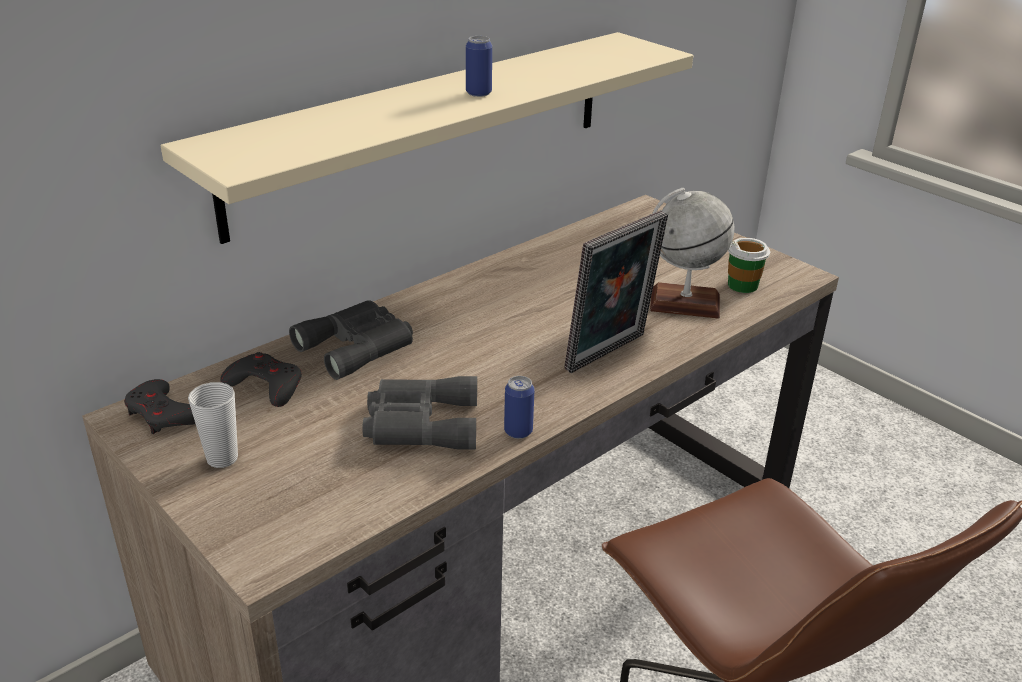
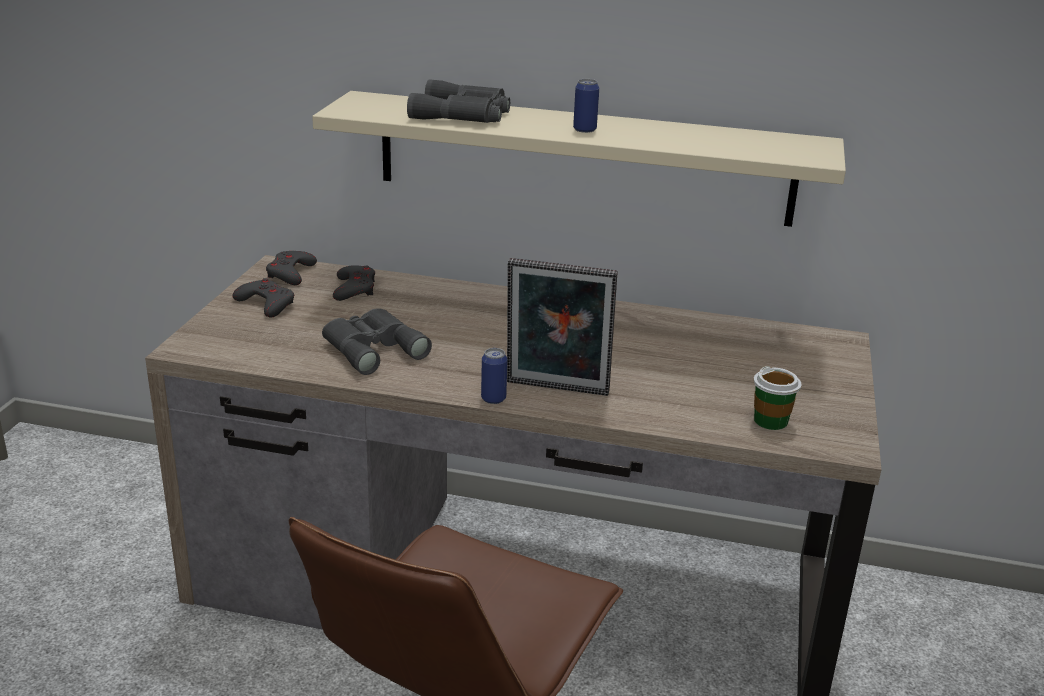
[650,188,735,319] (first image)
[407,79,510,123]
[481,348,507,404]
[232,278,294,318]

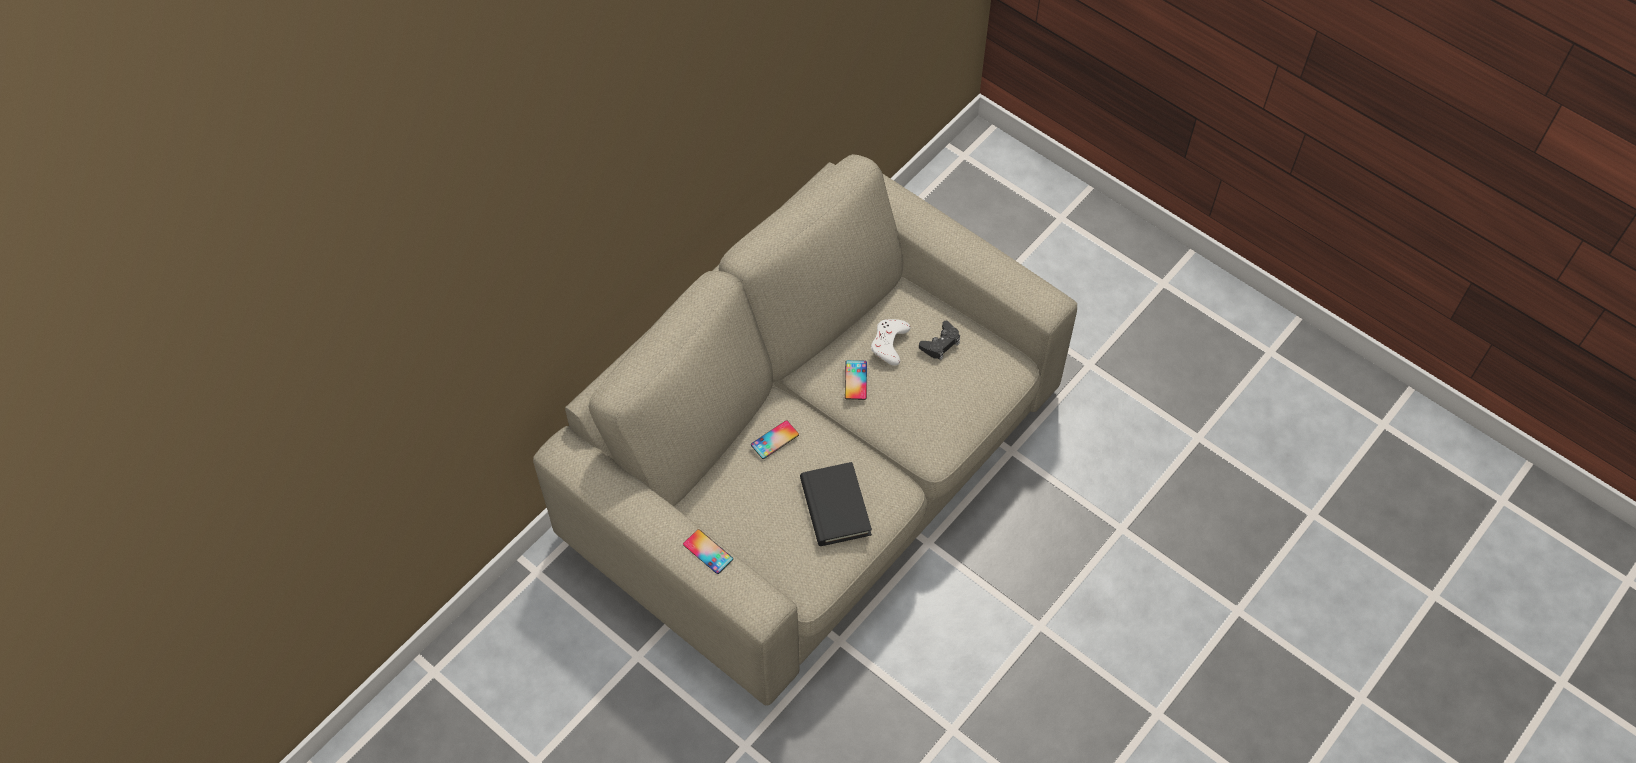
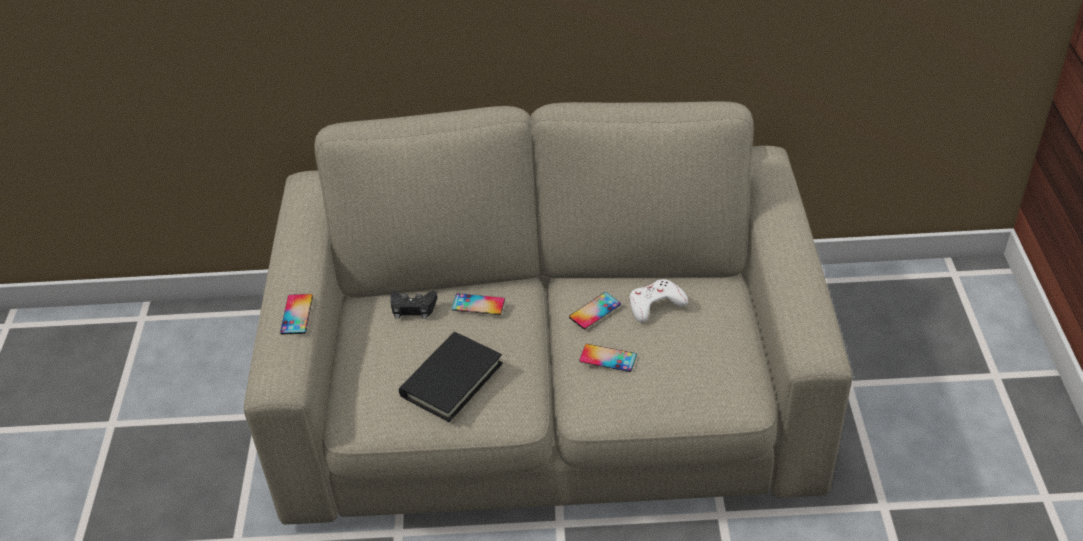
[580,344,637,372]
[390,291,437,319]

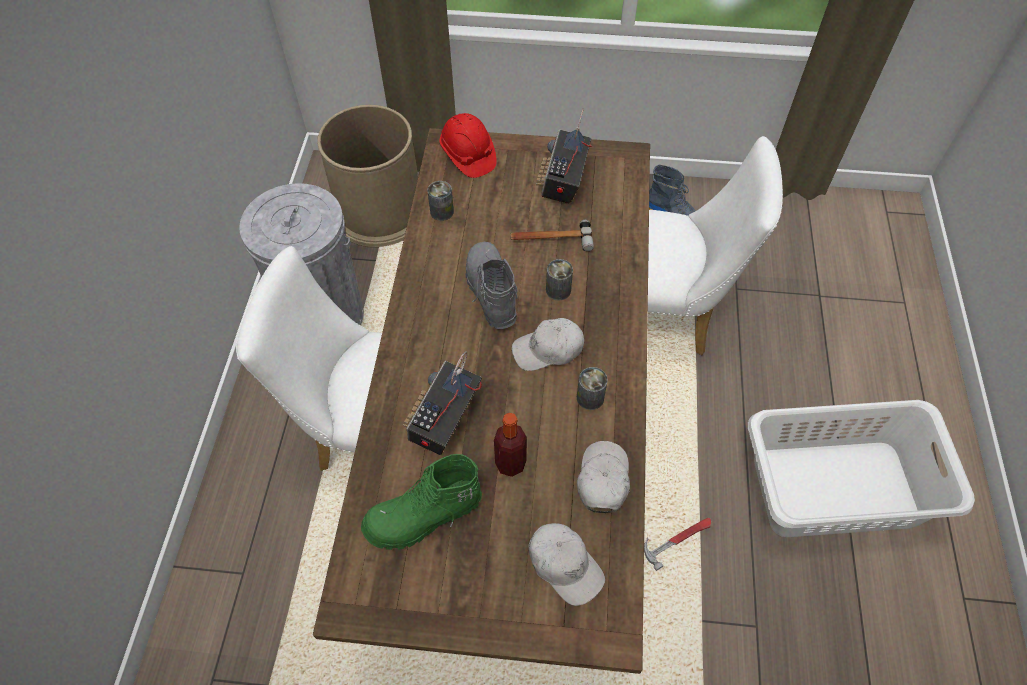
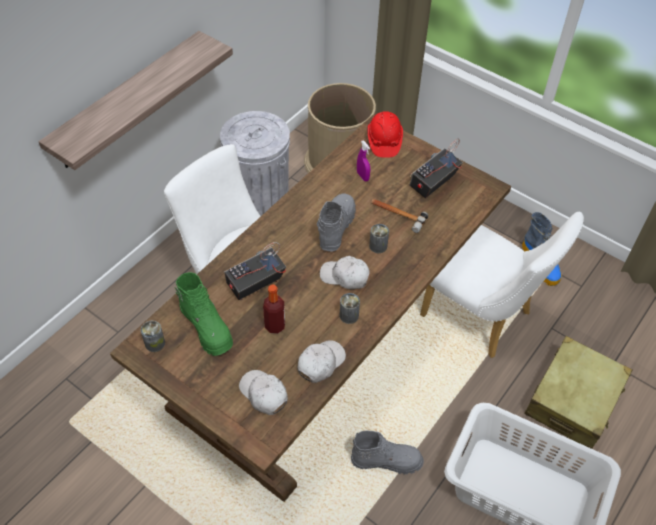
[38,31,233,170]
[357,140,370,181]
[525,336,632,449]
[141,321,165,352]
[351,430,424,474]
[175,272,233,356]
[239,370,288,415]

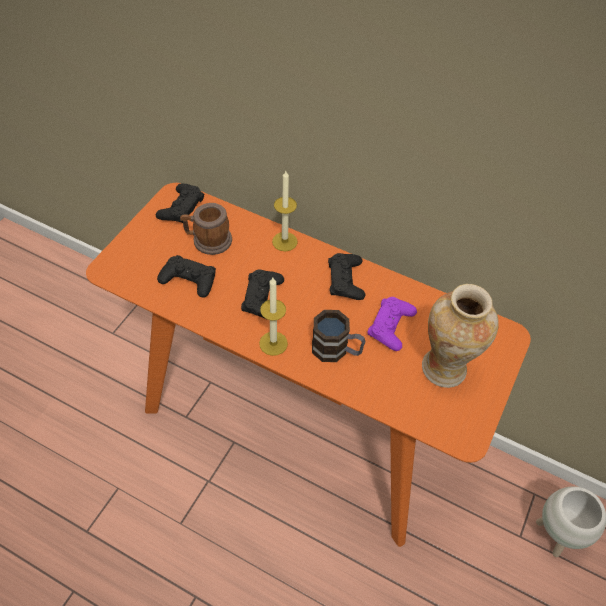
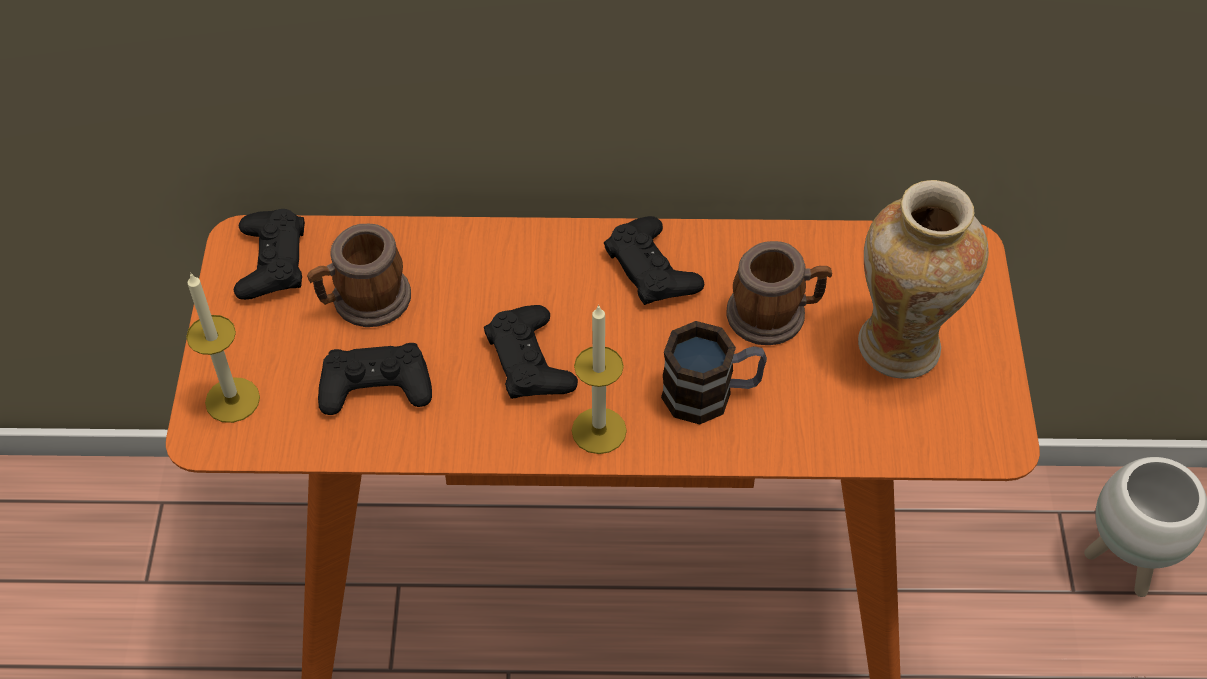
[186,272,260,423]
[726,241,832,345]

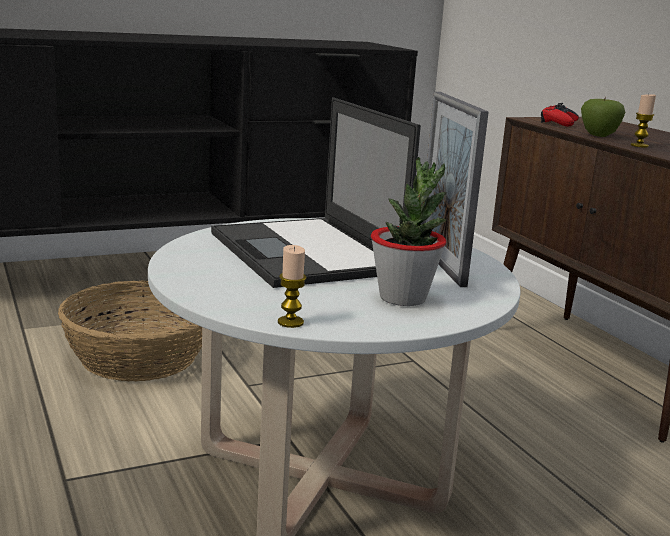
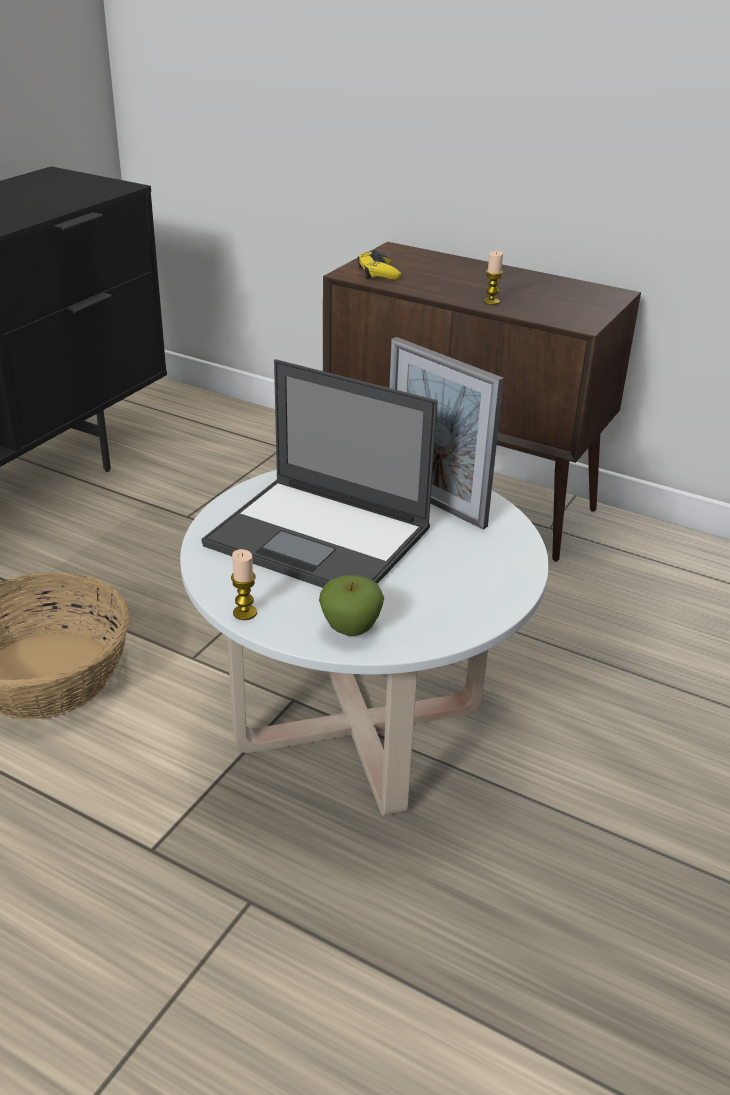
[371,157,447,306] (first image)
[231,549,257,620]
[319,575,384,636]
[358,250,401,280]

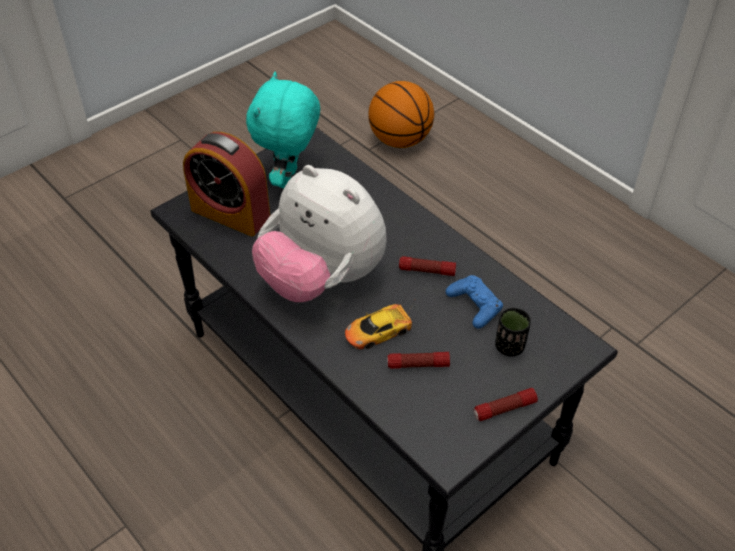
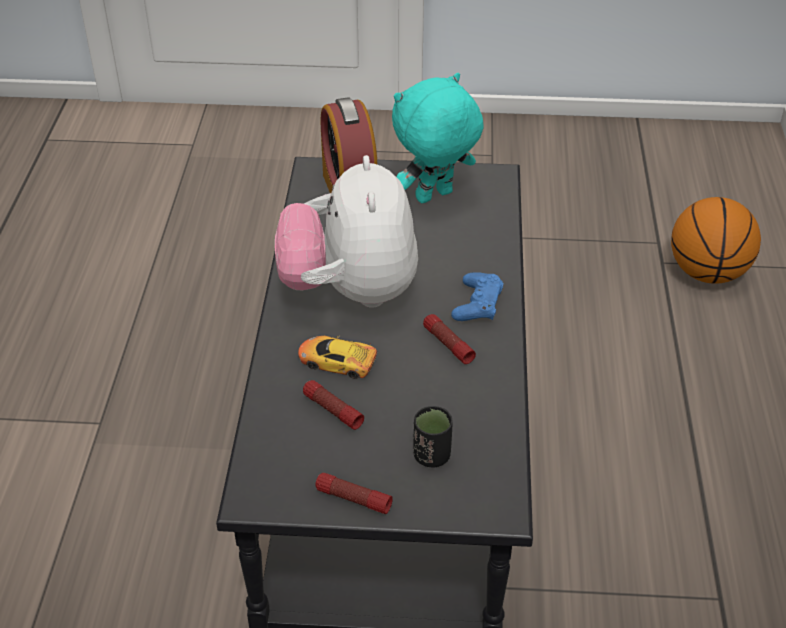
[451,272,503,321]

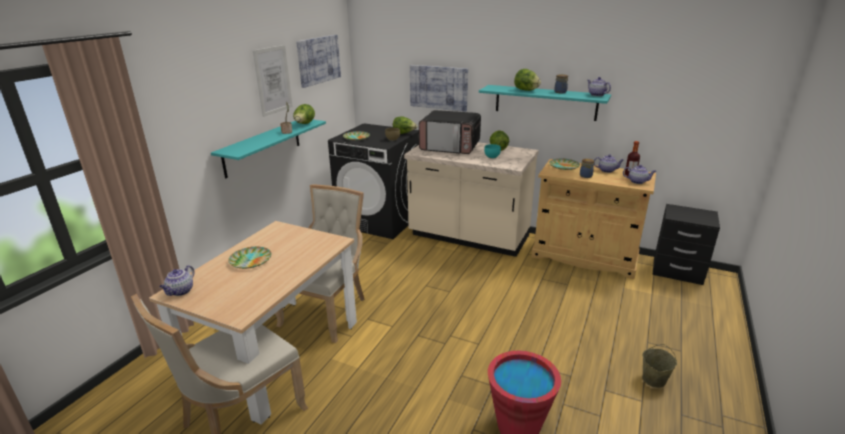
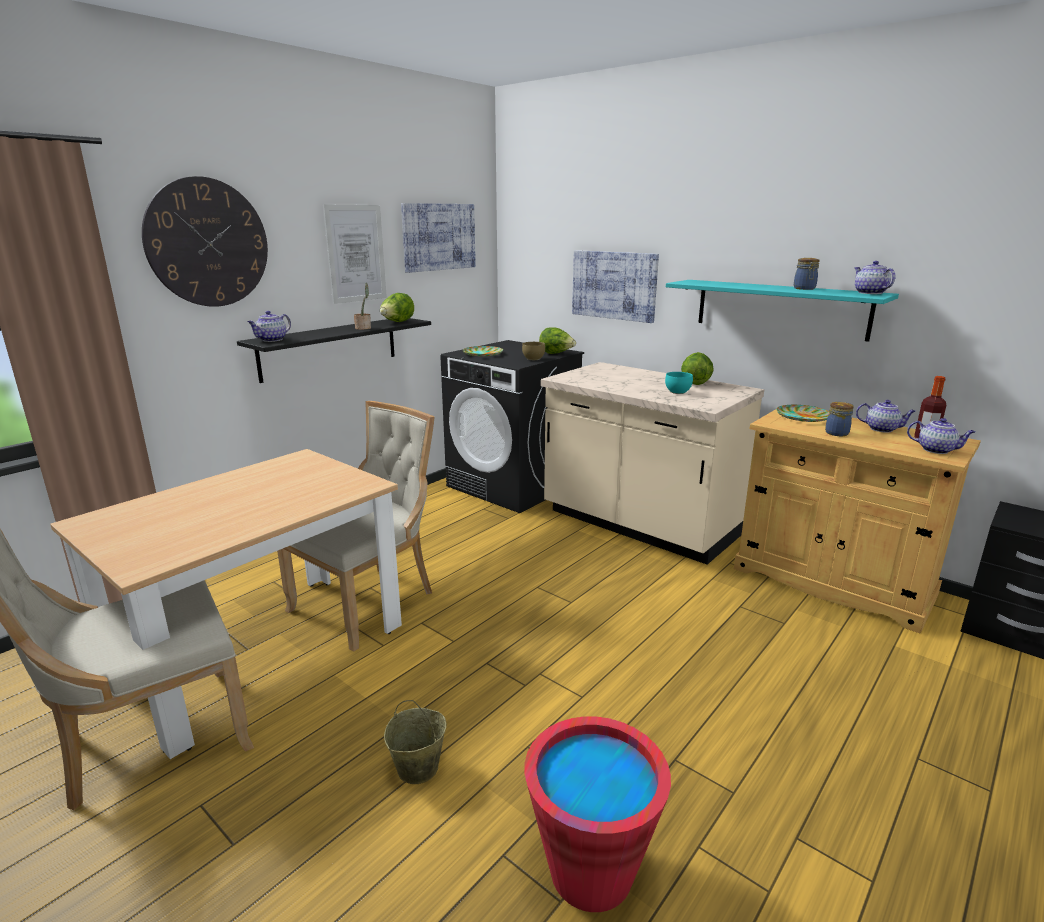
[228,247,271,269] (first image)
[419,110,481,154] (first image)
[514,69,541,91] (first image)
[142,176,268,307]
[248,311,291,342]
[384,700,447,784]
[237,318,431,383]

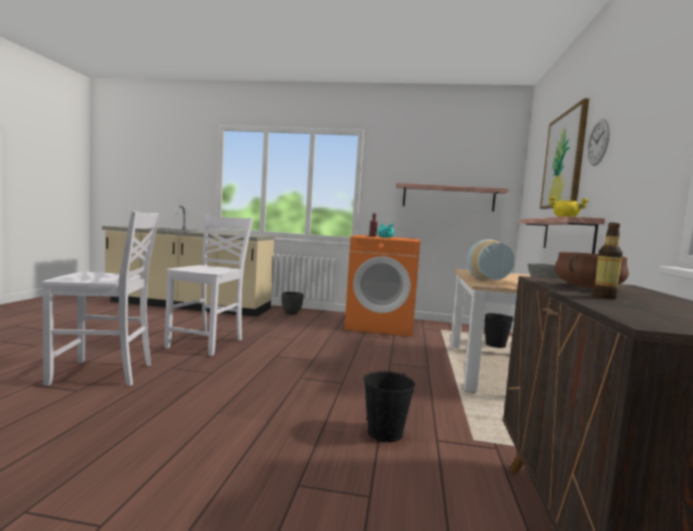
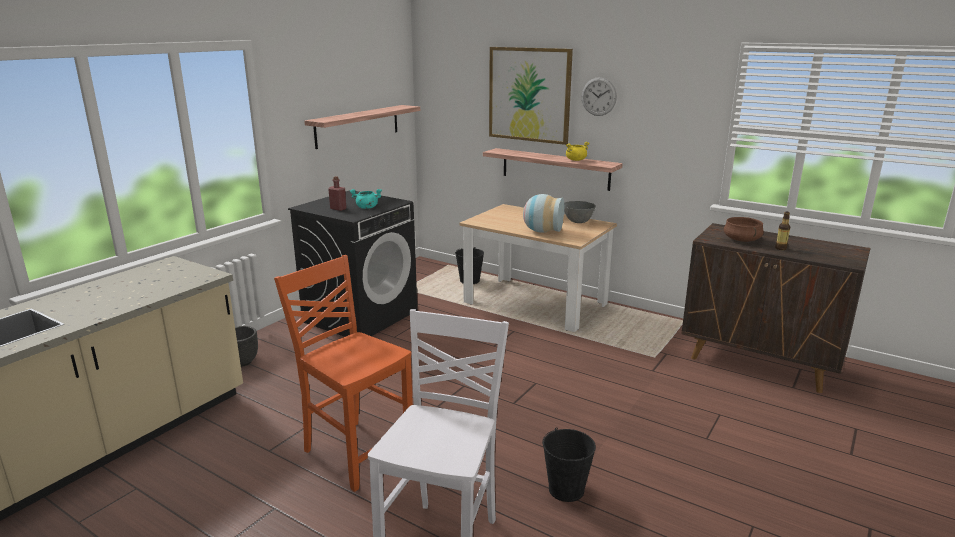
[542,427,596,502]
[274,255,413,492]
[288,190,417,337]

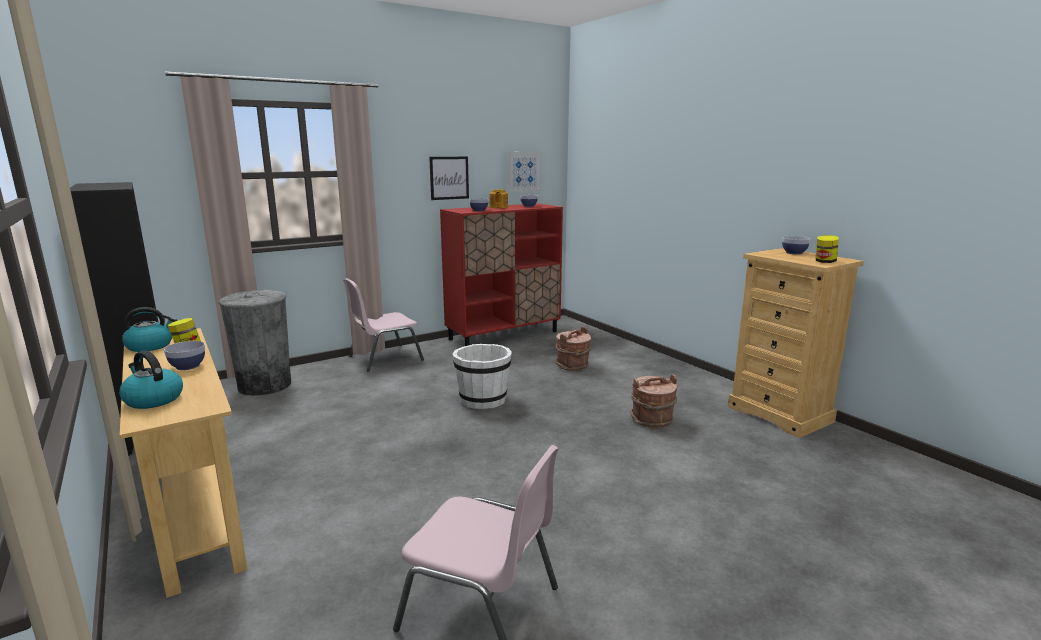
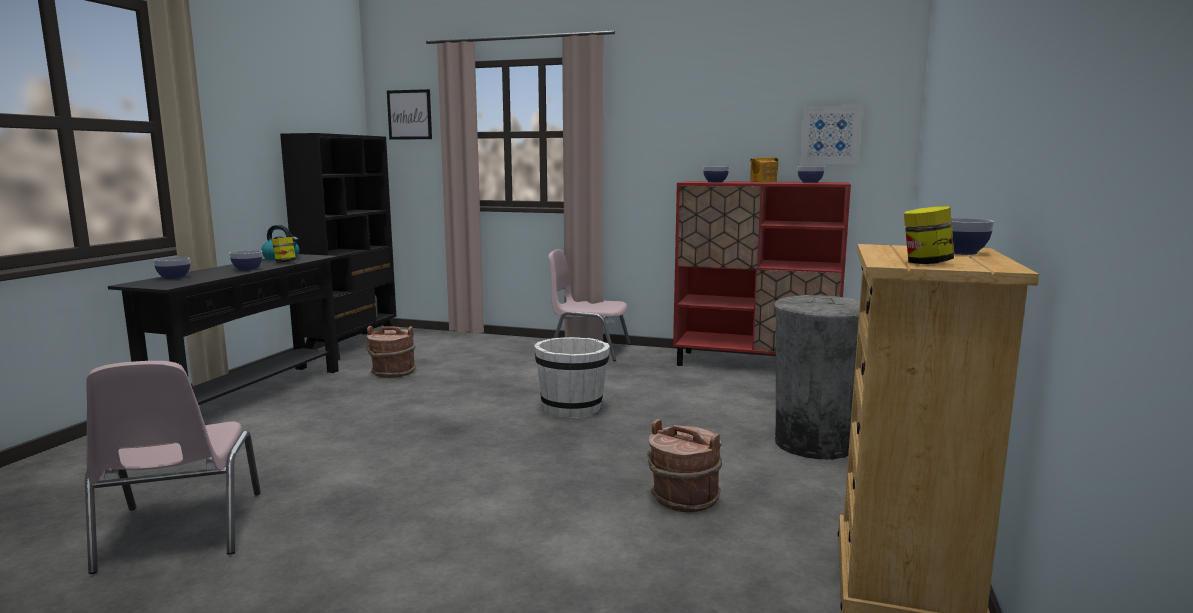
[774,295,860,459]
[387,89,432,140]
[366,326,416,378]
[153,257,190,279]
[108,254,339,405]

